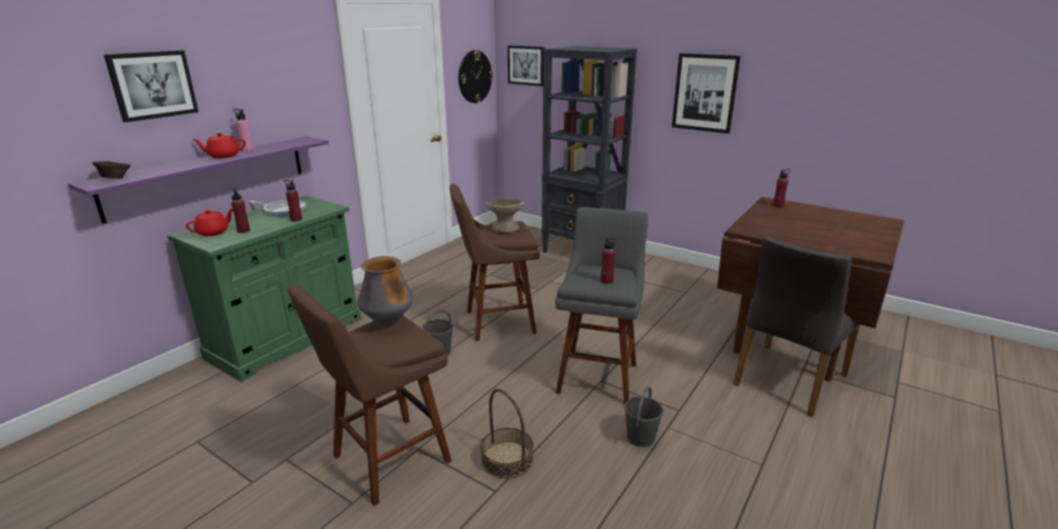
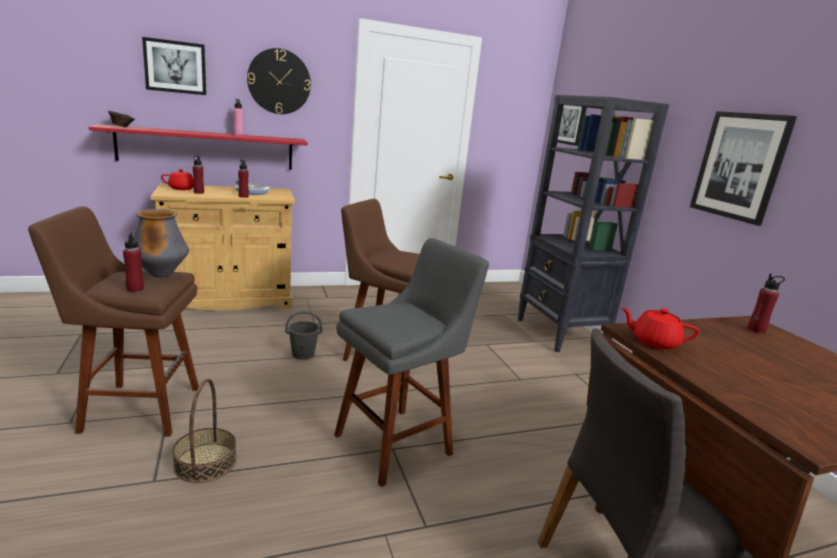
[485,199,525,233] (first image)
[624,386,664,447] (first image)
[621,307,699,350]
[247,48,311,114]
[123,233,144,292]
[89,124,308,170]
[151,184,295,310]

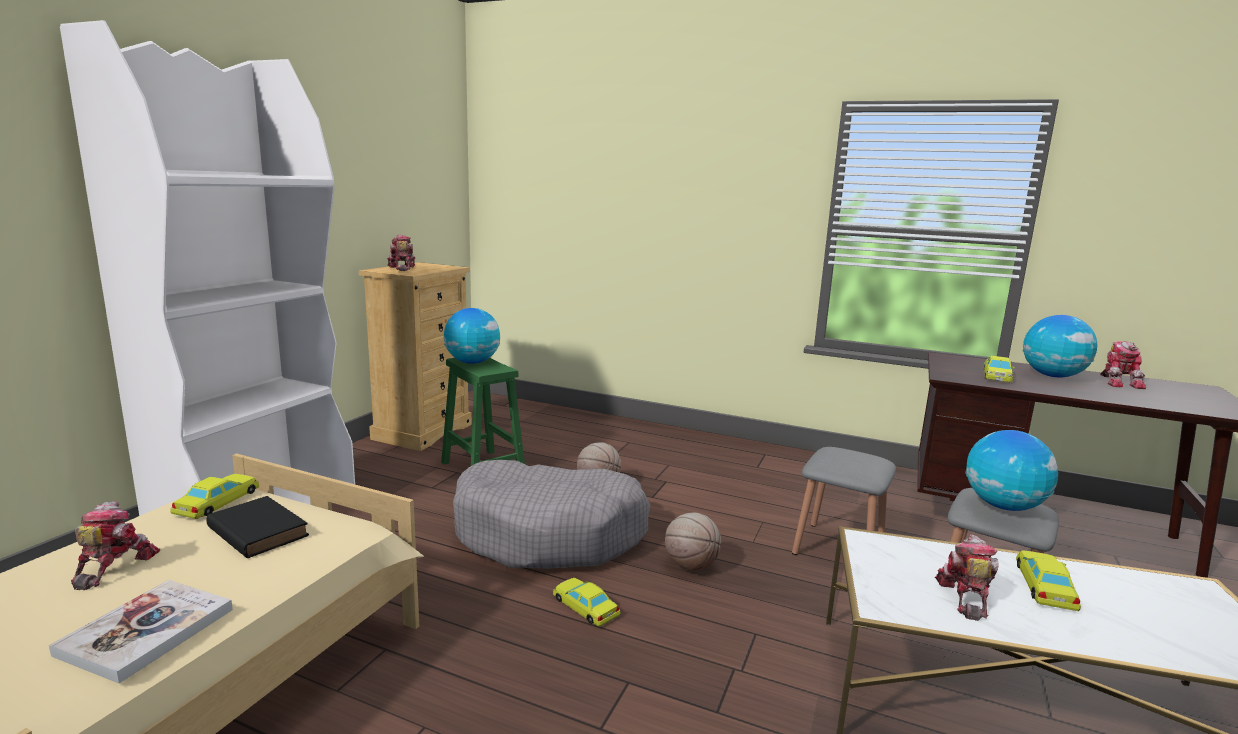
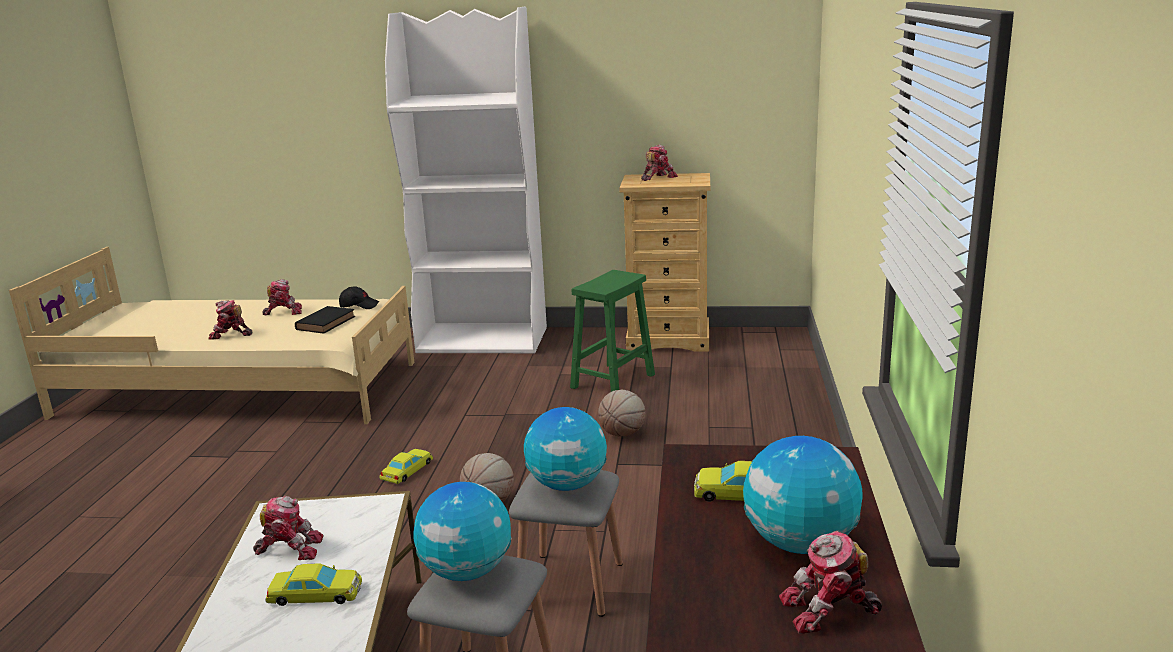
[453,460,650,569] (first image)
[524,407,607,491]
[208,300,253,340]
[339,287,379,309]

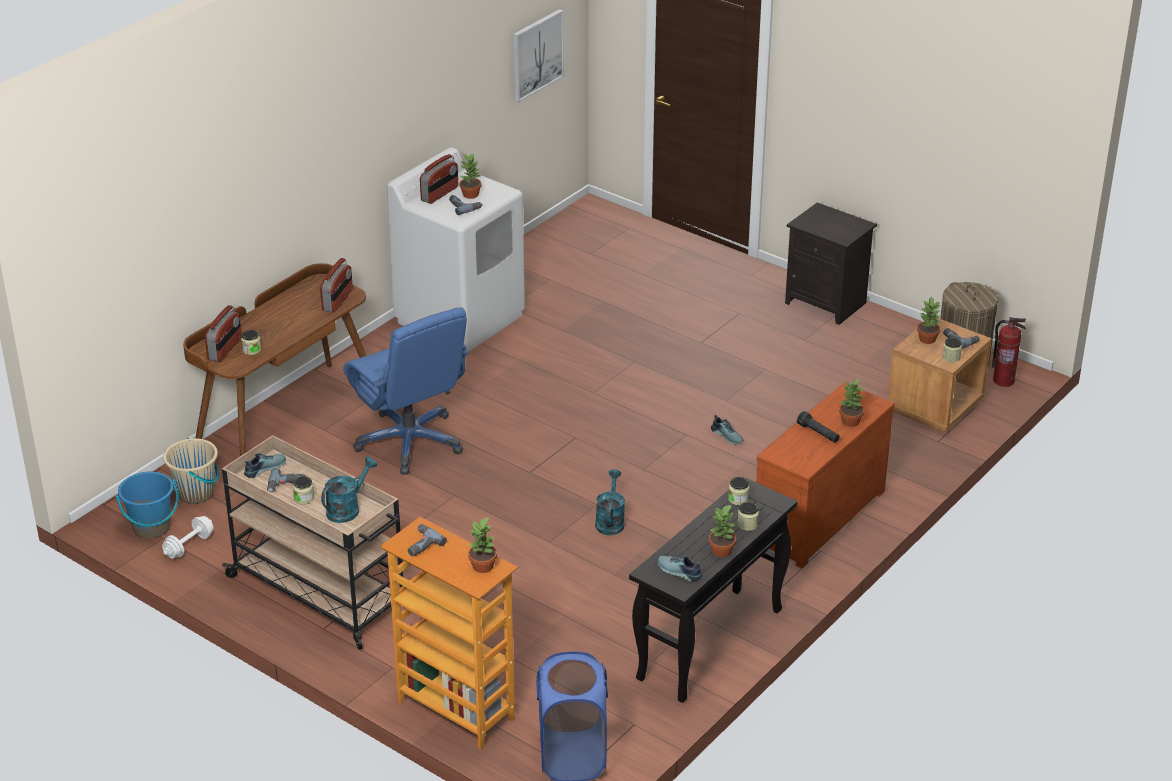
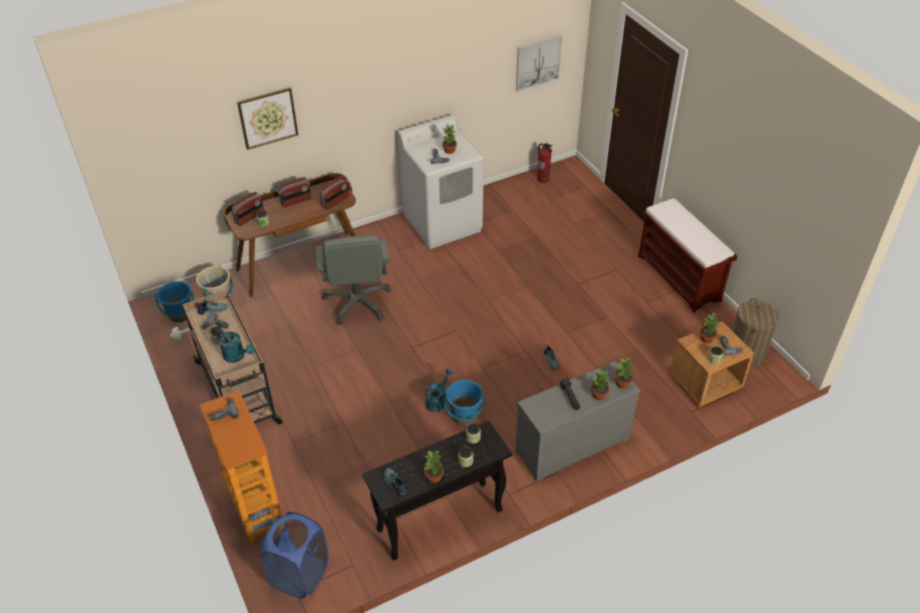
[237,87,298,150]
[444,380,485,425]
[278,177,312,208]
[614,358,633,389]
[537,143,552,183]
[638,198,737,313]
[315,235,391,325]
[515,361,640,482]
[216,329,255,363]

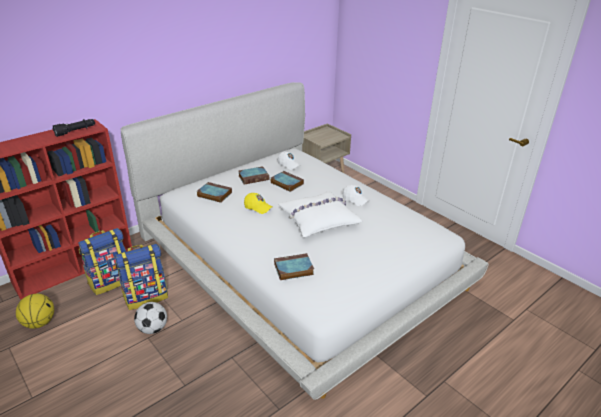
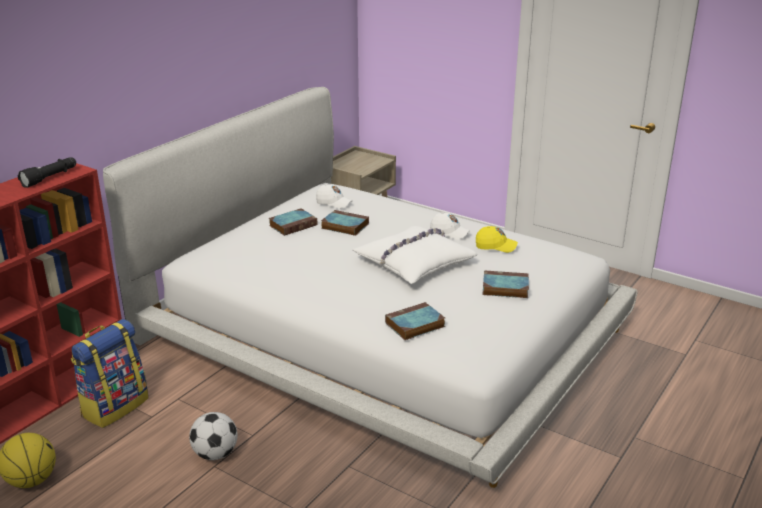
[115,244,168,310] (first image)
[483,270,529,298]
[476,226,518,253]

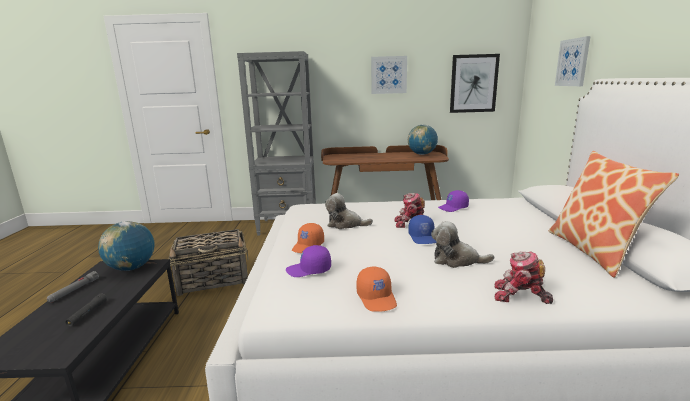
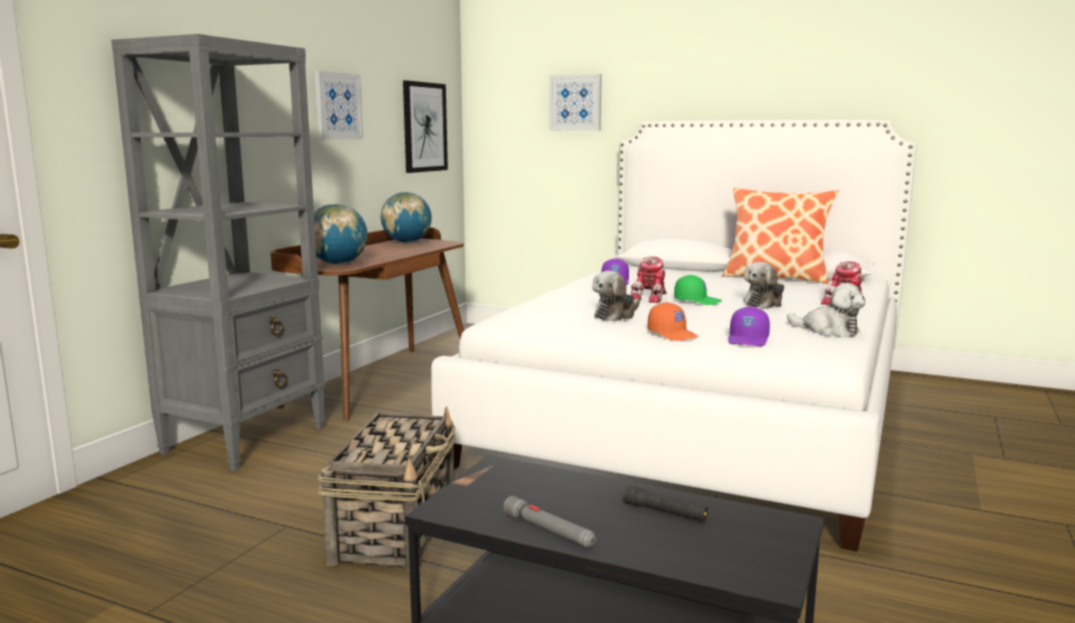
[314,204,368,265]
[787,283,865,337]
[674,275,722,305]

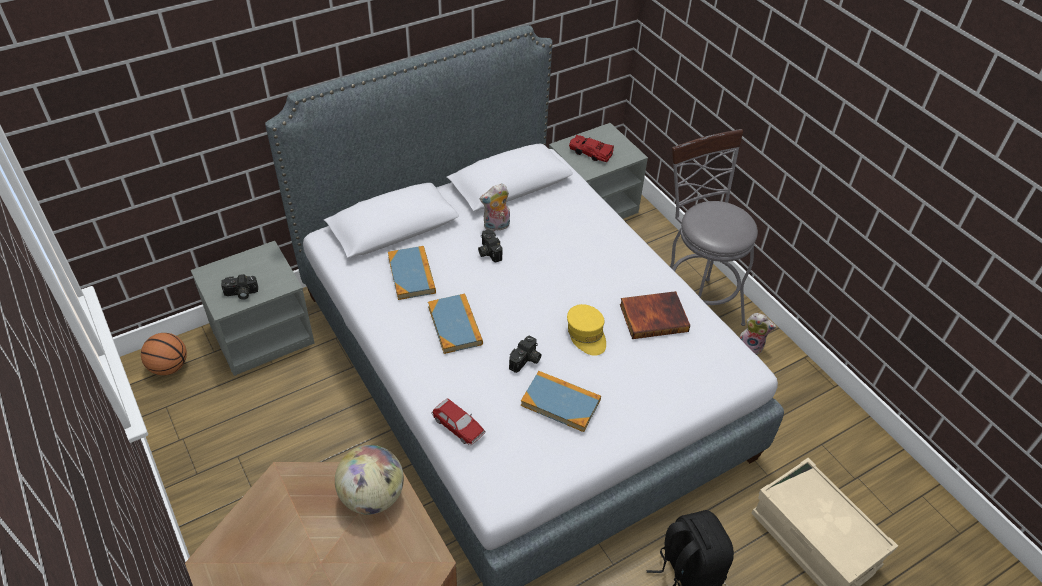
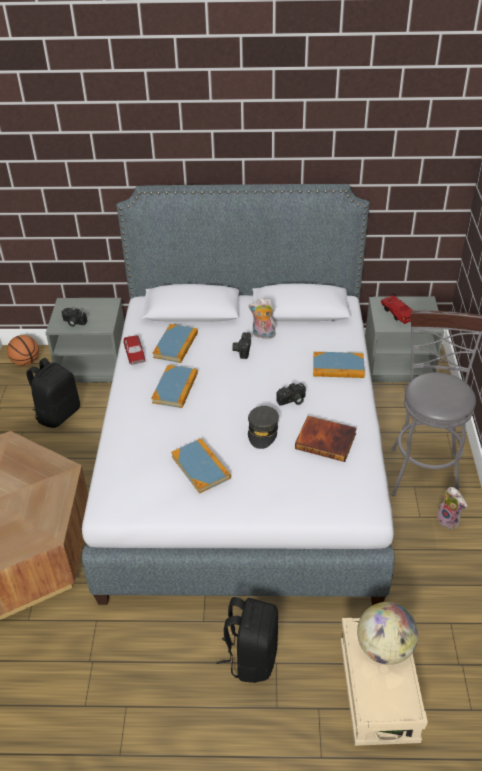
[26,358,80,428]
[313,352,365,378]
[357,602,418,665]
[123,335,145,365]
[276,383,306,405]
[248,406,279,449]

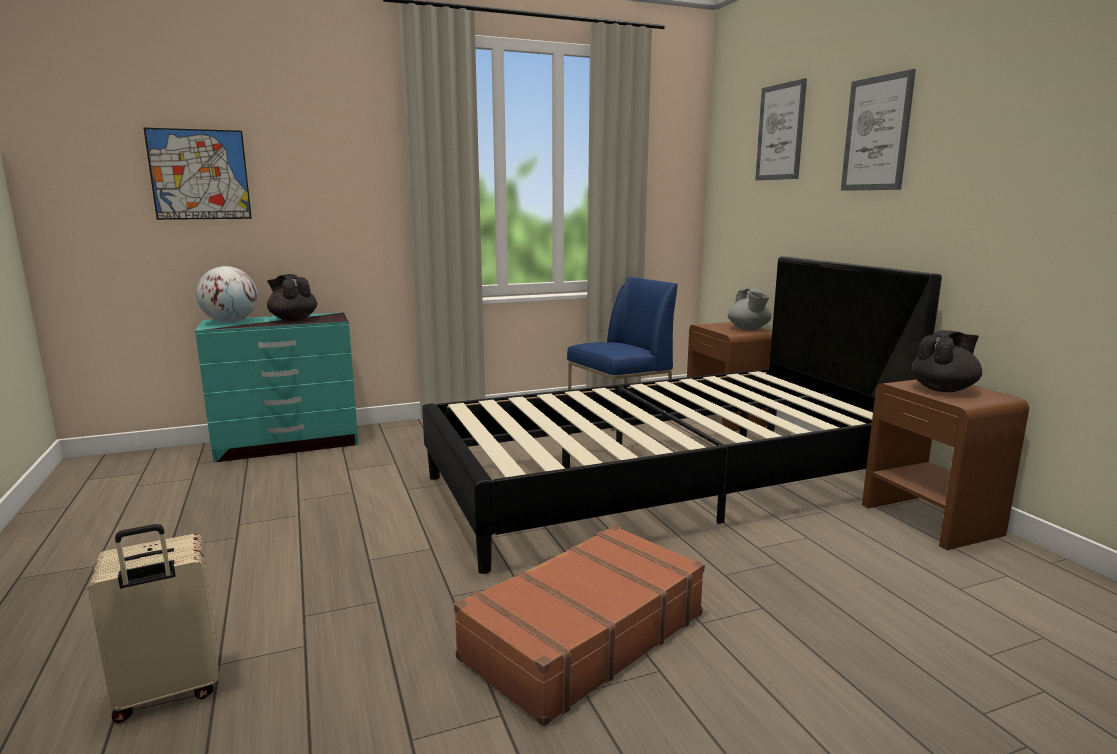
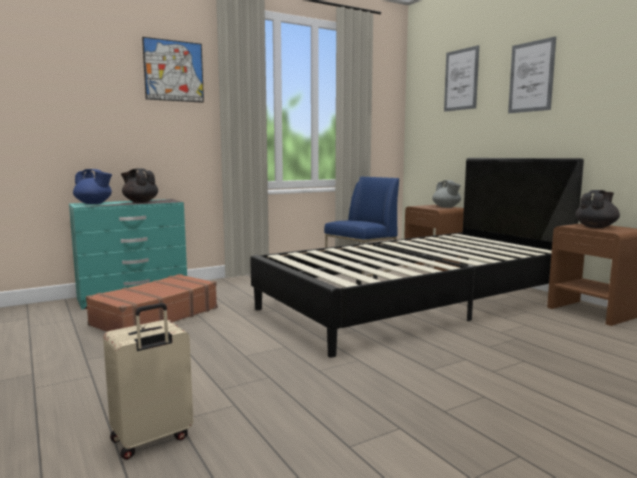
[142,37,204,103]
[86,274,217,332]
[73,169,112,204]

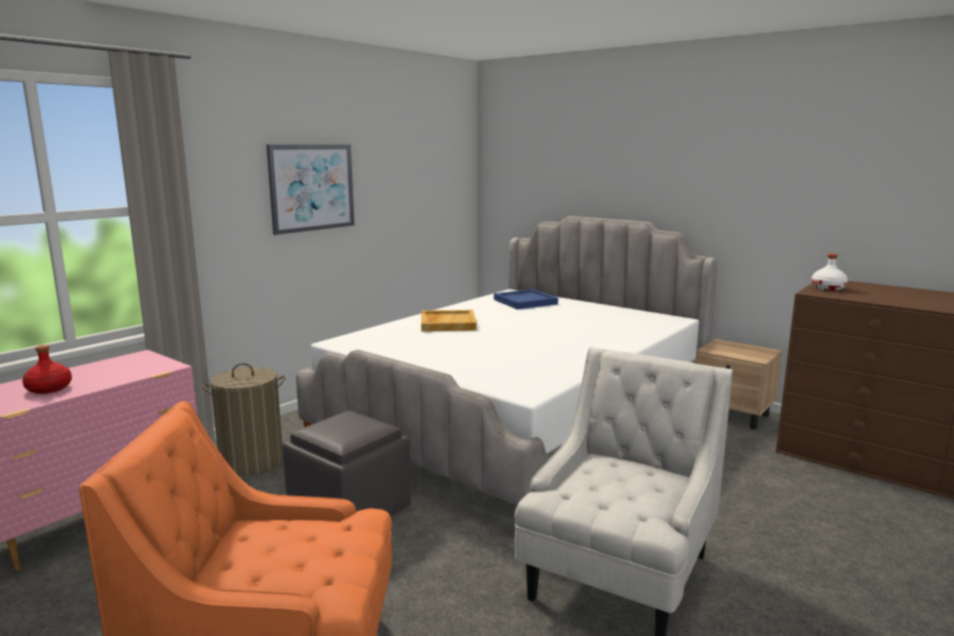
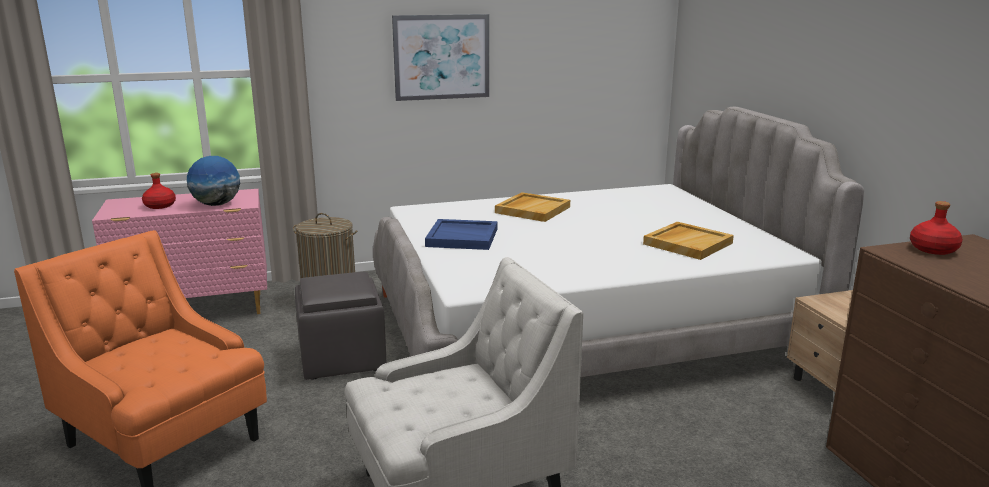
[187,156,240,206]
[643,222,734,260]
[425,219,497,250]
[910,201,963,255]

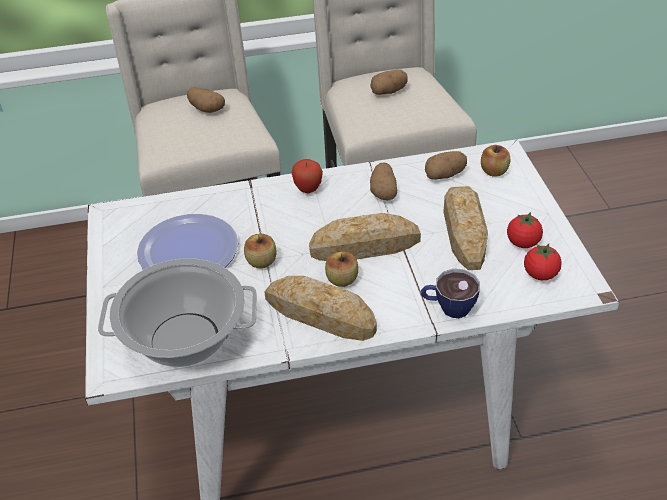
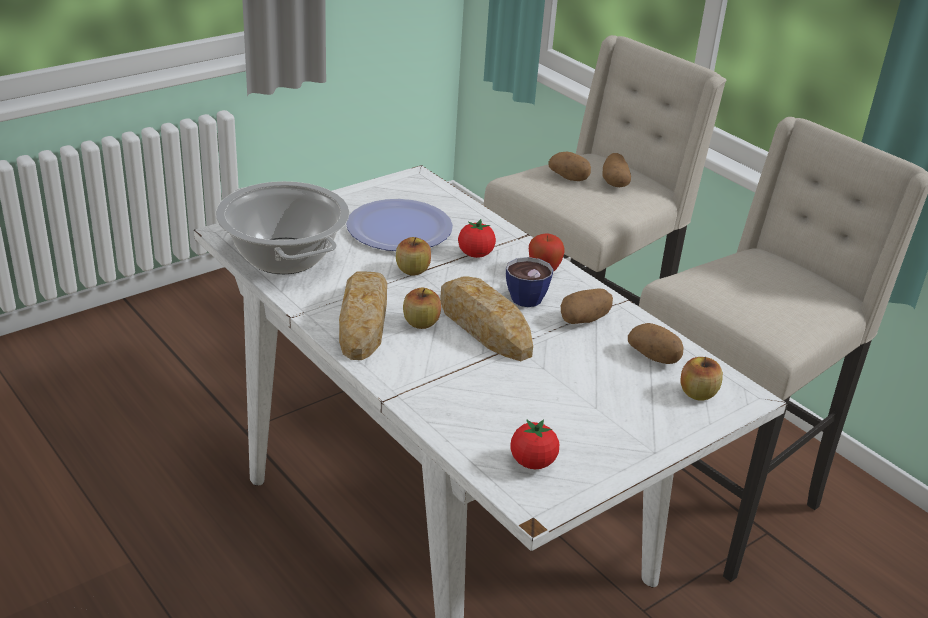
[443,186,488,270] (first image)
[548,152,591,181]
[506,257,554,307]
[458,219,496,258]

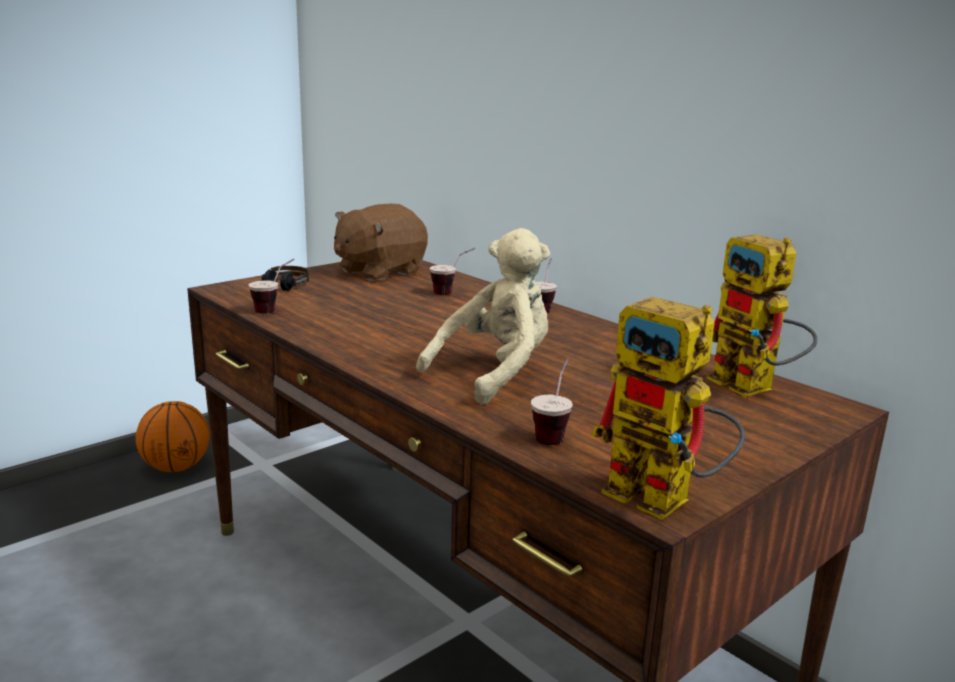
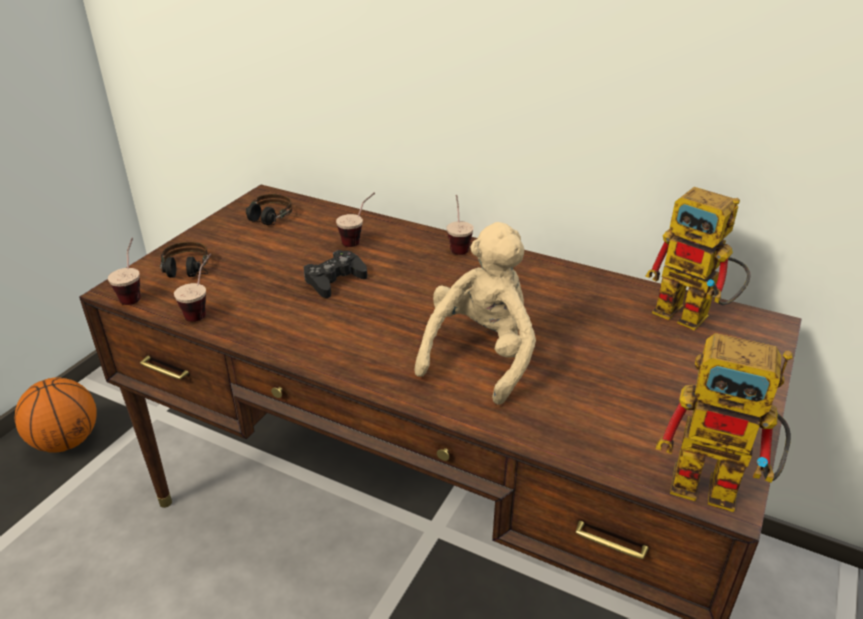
[304,250,367,298]
[108,238,141,305]
[246,194,292,225]

